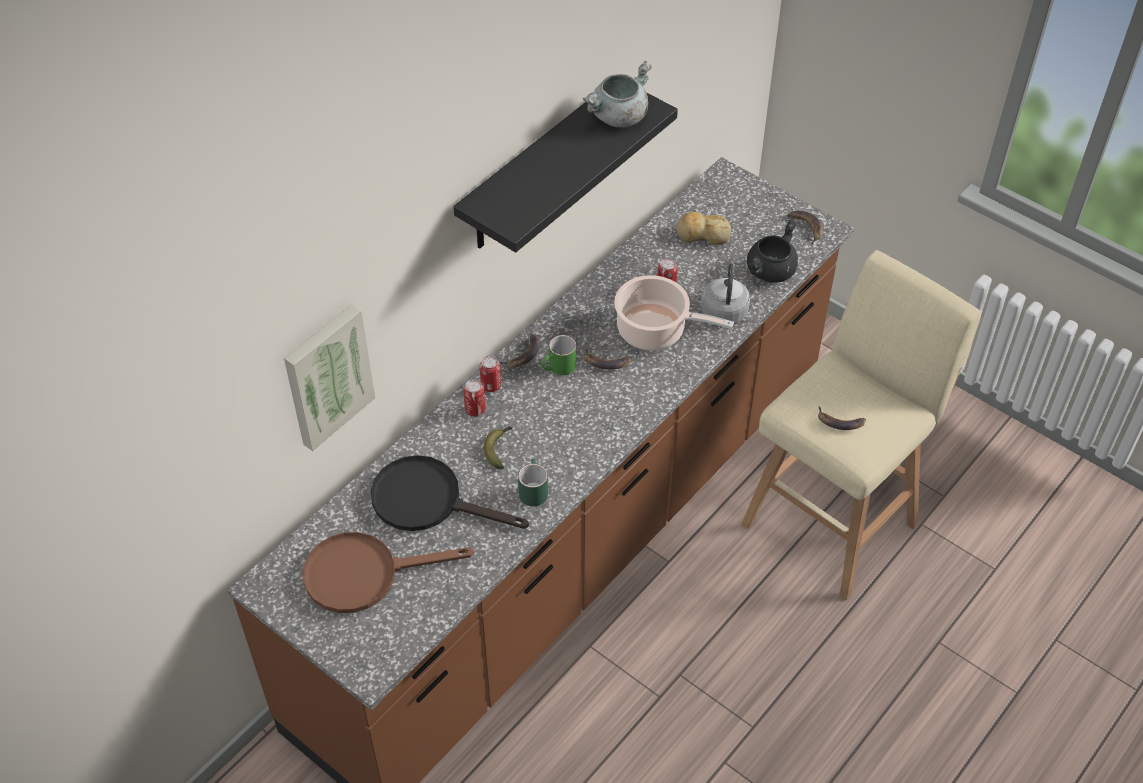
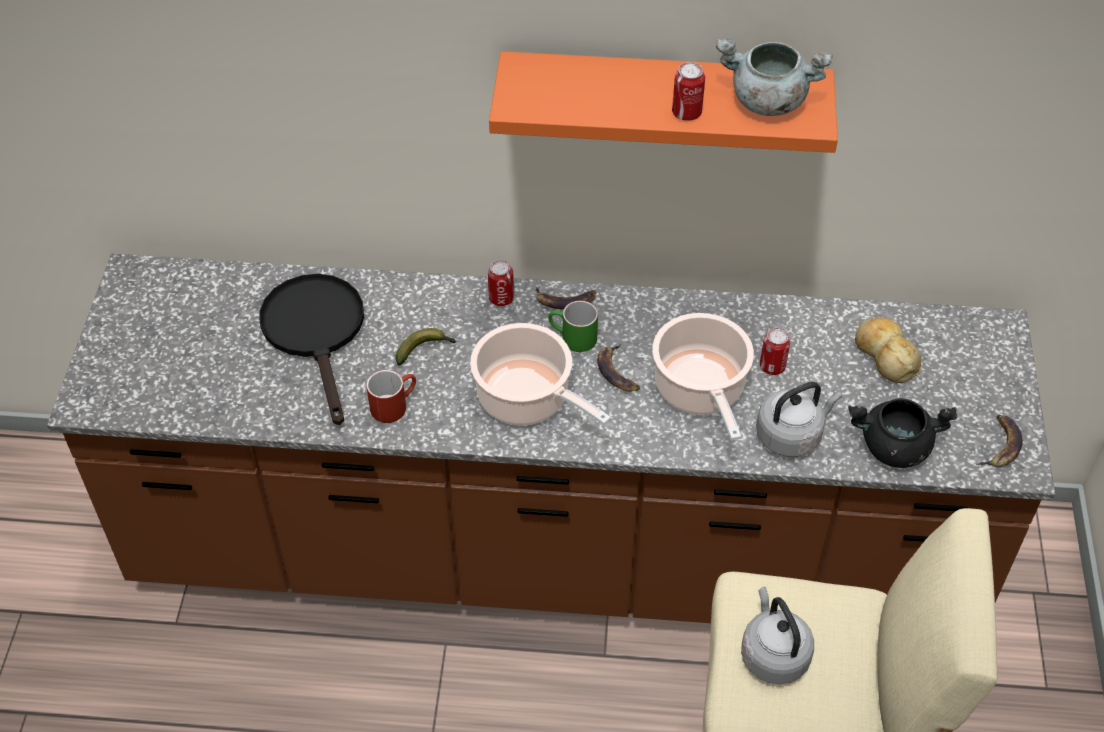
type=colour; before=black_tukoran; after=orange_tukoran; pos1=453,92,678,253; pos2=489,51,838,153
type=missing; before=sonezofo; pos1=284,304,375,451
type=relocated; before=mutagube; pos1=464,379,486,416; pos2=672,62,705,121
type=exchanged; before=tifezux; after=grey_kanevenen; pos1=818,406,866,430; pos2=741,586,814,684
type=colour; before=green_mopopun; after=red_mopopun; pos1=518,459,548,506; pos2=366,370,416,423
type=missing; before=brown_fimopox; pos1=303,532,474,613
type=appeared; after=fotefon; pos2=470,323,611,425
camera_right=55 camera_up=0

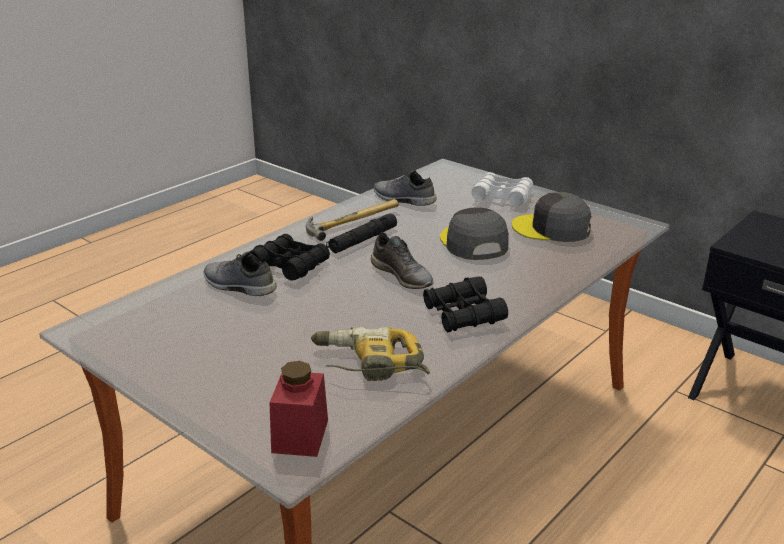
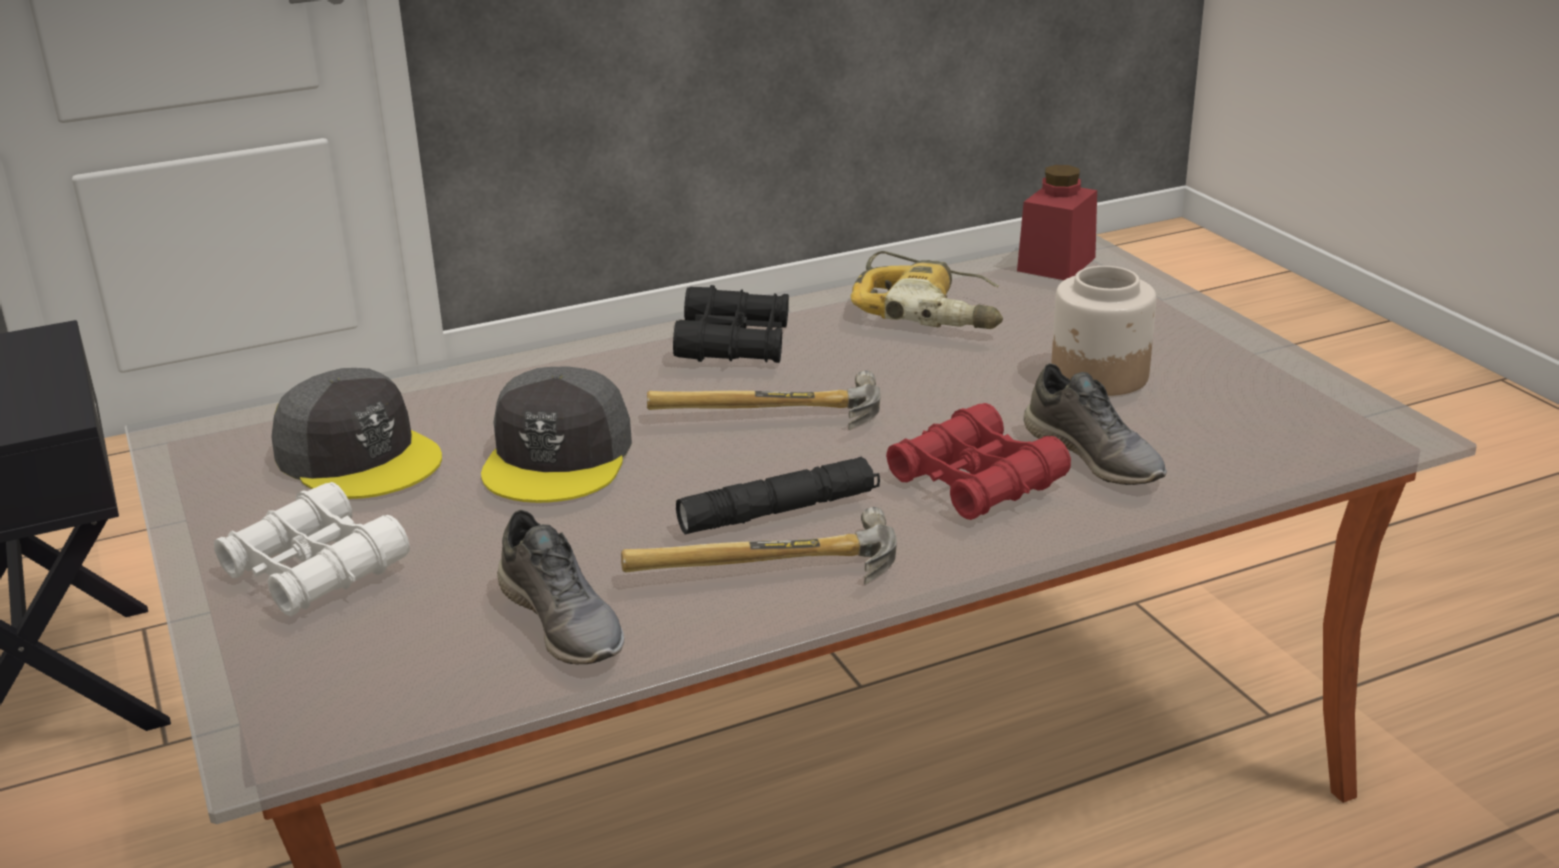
type=exchanged; before=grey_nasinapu; after=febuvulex; pos1=371,232,434,289; pos2=647,370,881,430
type=colour; before=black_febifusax; after=red_febifusax; pos1=250,234,330,281; pos2=886,403,1071,520
type=appeared; after=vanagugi; pos2=1051,266,1156,396
camera_right=-155 camera_up=0

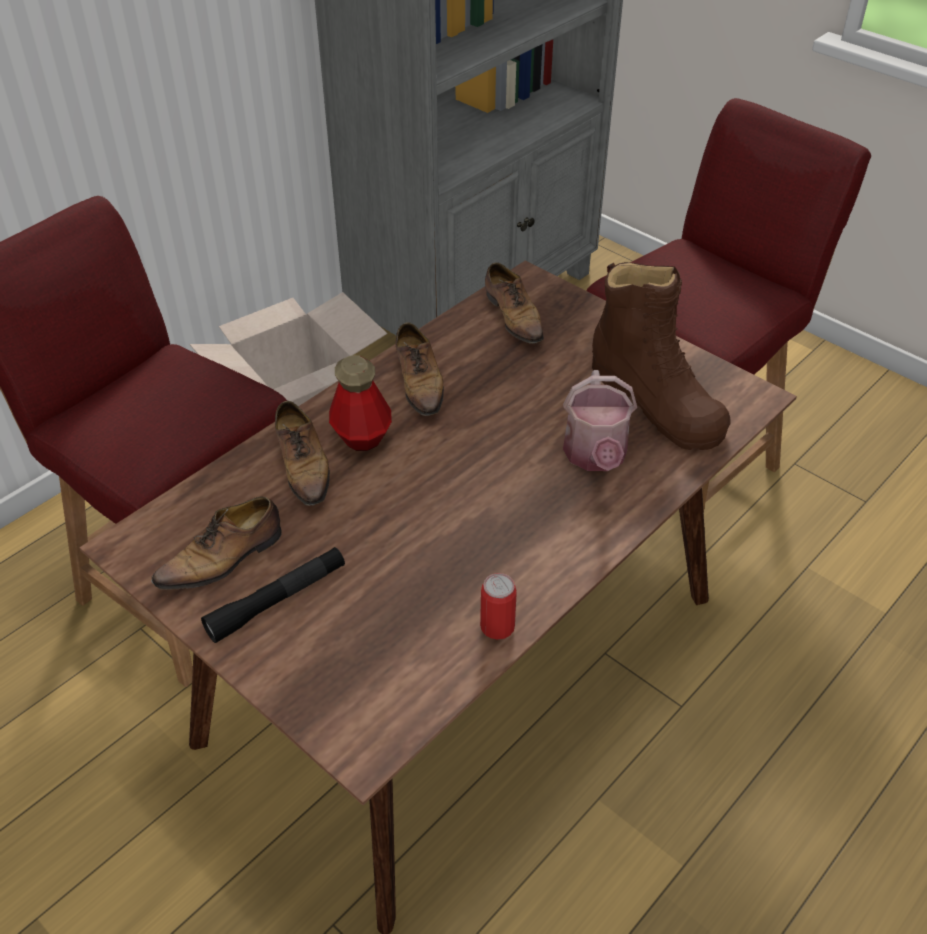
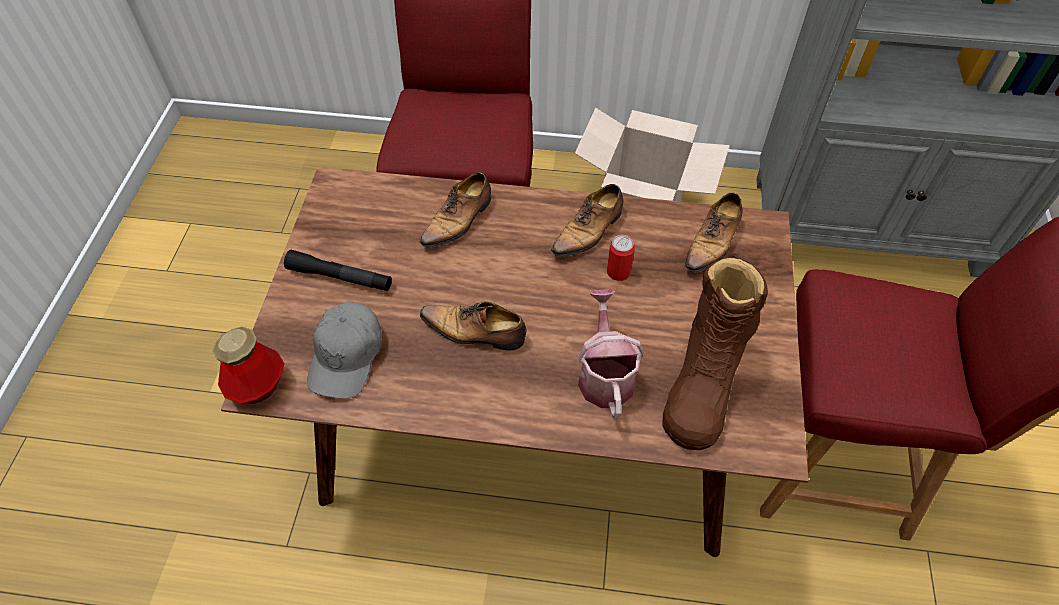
type=relocated; before=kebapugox; pos1=329,355,392,451; pos2=213,327,284,404
type=spun; before=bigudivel; pos1=563,370,637,471; pos2=577,290,645,418; turn=120
type=relocated; before=nasinapu; pos1=151,496,282,596; pos2=420,301,526,351
type=relocated; before=mutagube; pos1=480,573,517,640; pos2=607,235,635,281
type=appeared; after=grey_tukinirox; pos2=307,302,382,399
camera_right=55 camera_up=10

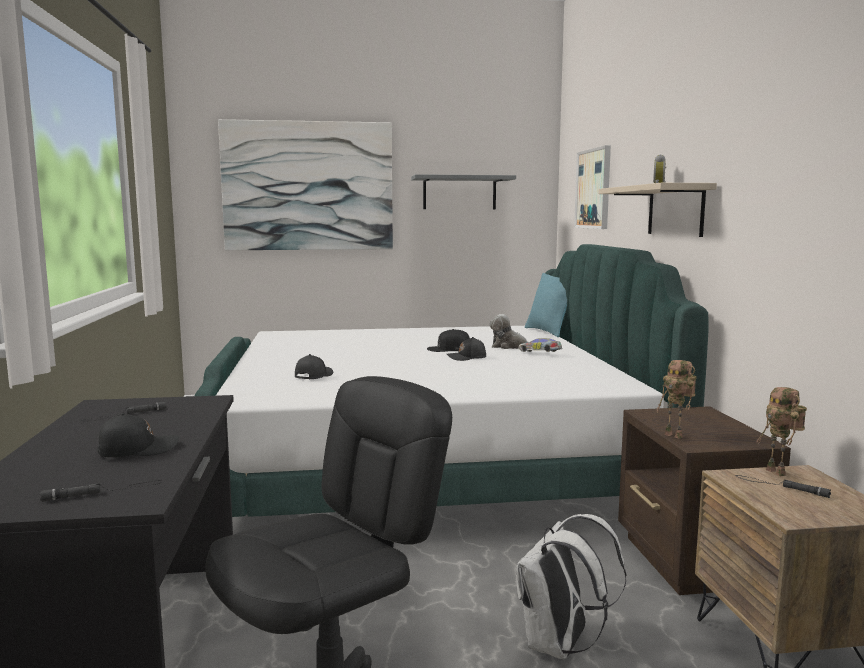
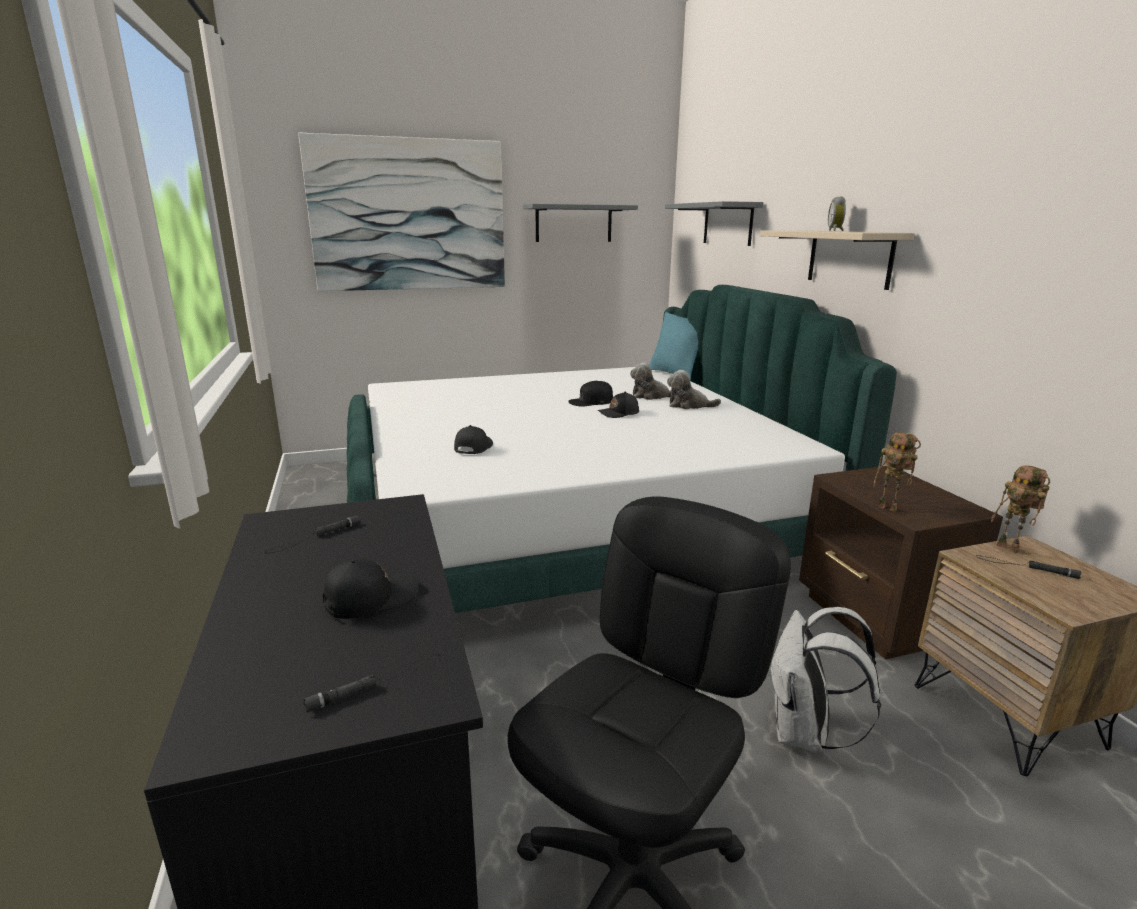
type=exchanged; before=sonezofo; after=grey_tukoran; pos1=574,145,611,229; pos2=665,201,763,246
type=exchanged; before=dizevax; after=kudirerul; pos1=518,338,562,352; pos2=667,370,721,409
camera_right=-10 camera_up=10

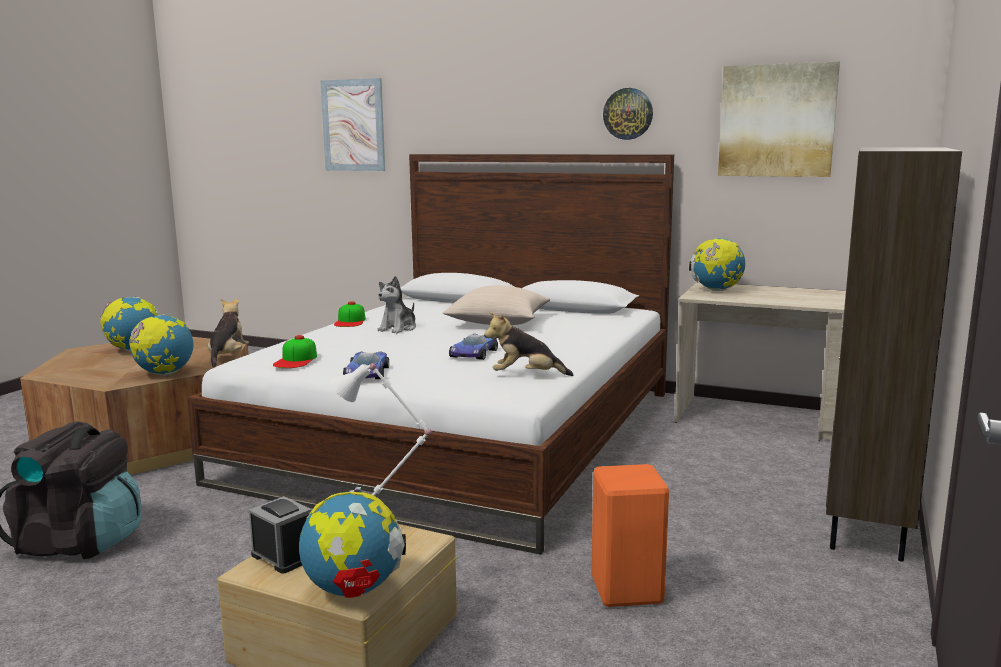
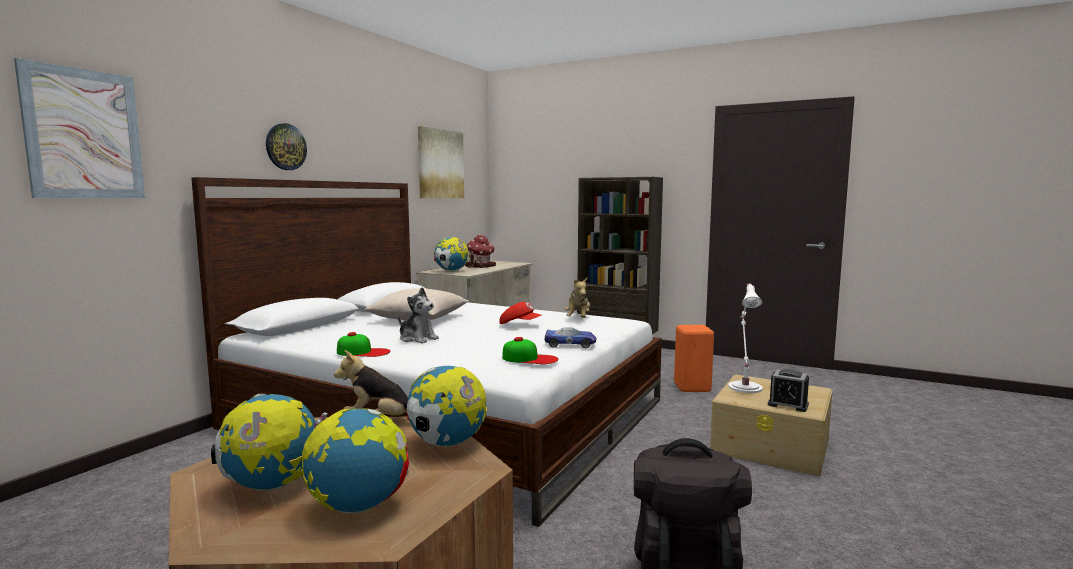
type=relocated; before=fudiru; pos1=603,88,653,140; pos2=266,123,307,170
type=exchanged; before=dizevax; after=red_tukinirox; pos1=449,334,498,360; pos2=500,302,541,324
type=relocated; before=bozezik; pos1=299,487,406,598; pos2=302,408,409,514
type=spun; before=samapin; pos1=249,496,312,574; pos2=768,369,809,412; turn=-105
type=appeared; after=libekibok; pos2=465,235,496,268
camera_right=-85 camera_up=-5

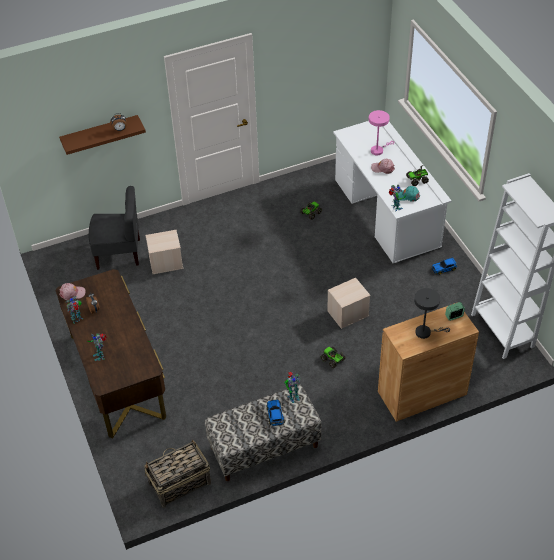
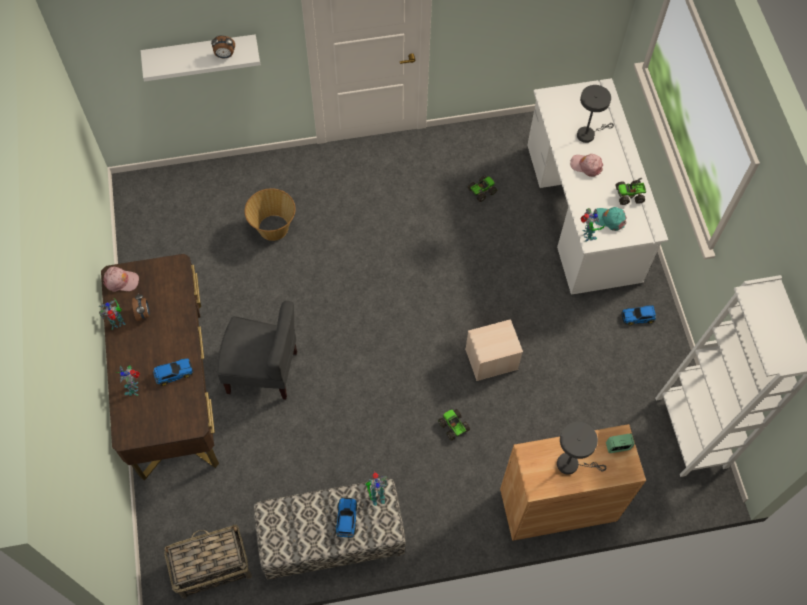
type=colour; before=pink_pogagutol; after=grey_pogagutol; pos1=369,110,394,155; pos2=577,85,614,143
type=colour; before=brown_tukoran; after=white_tukoran; pos1=59,115,146,155; pos2=140,34,260,82
type=relocated; before=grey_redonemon; pos1=89,186,140,270; pos2=217,301,297,399
type=exchanged; before=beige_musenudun; after=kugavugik; pos1=146,230,183,274; pos2=244,188,296,241
type=appeared; after=dizevax; pos2=153,358,193,386
camera_right=10 camera_up=15

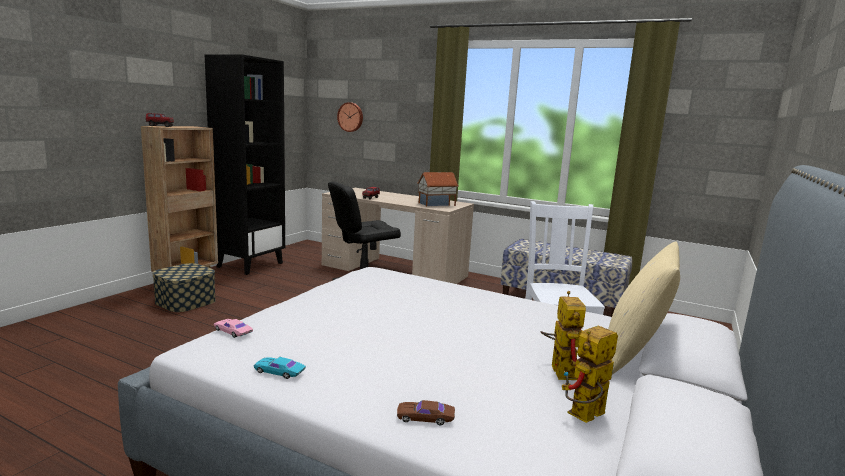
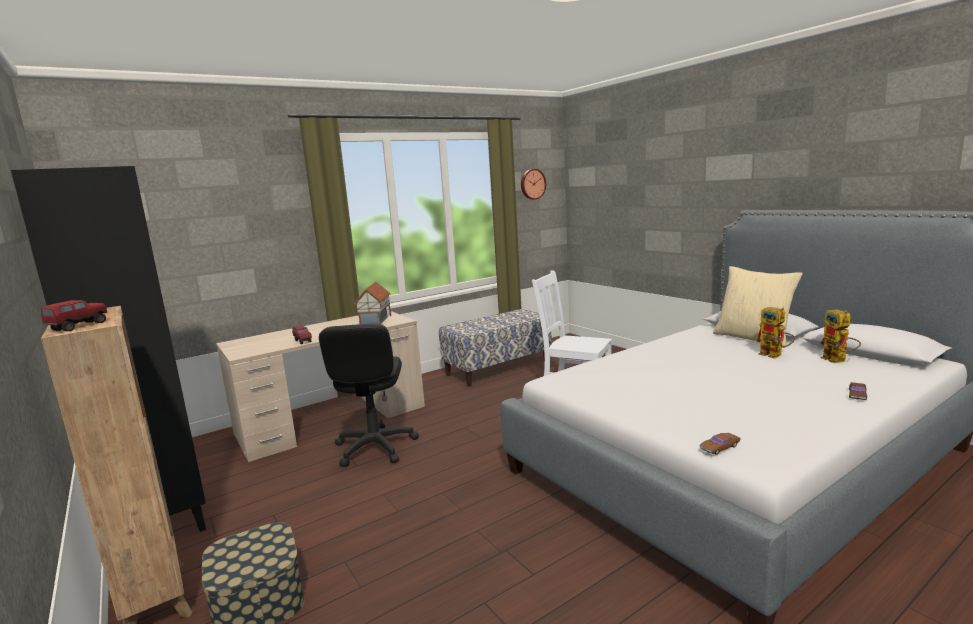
type=relocated; before=fudiru; pos1=337,102,363,132; pos2=521,169,546,200
type=spun; before=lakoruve; pos1=540,291,586,380; pos2=755,307,795,358; turn=-150
type=colour; before=pink_dizevax; after=brown_dizevax; pos1=214,319,253,338; pos2=700,433,740,455
type=missing; before=turquoise_dizevax; pos1=254,357,306,379
camera_right=-60 camera_up=0

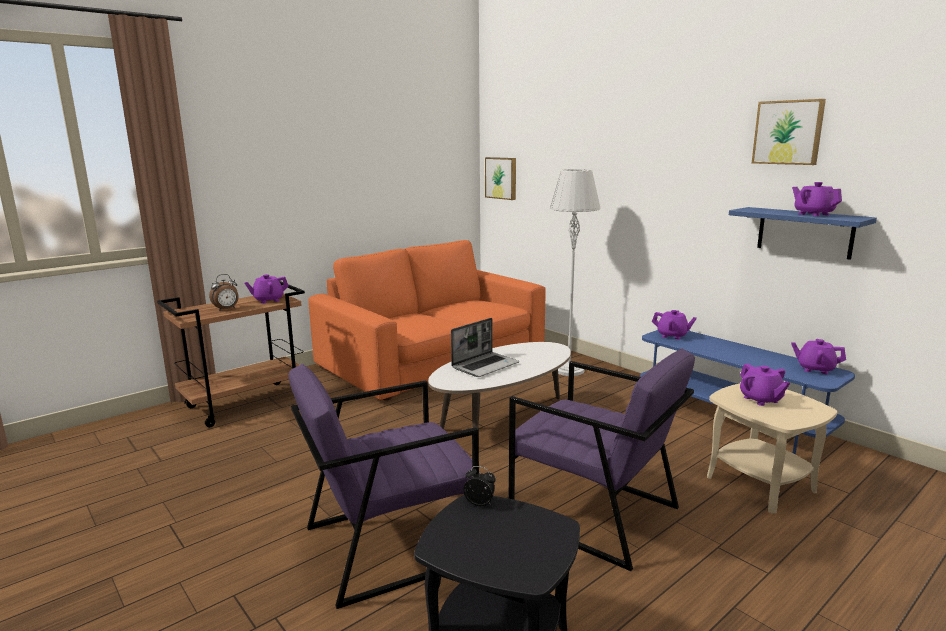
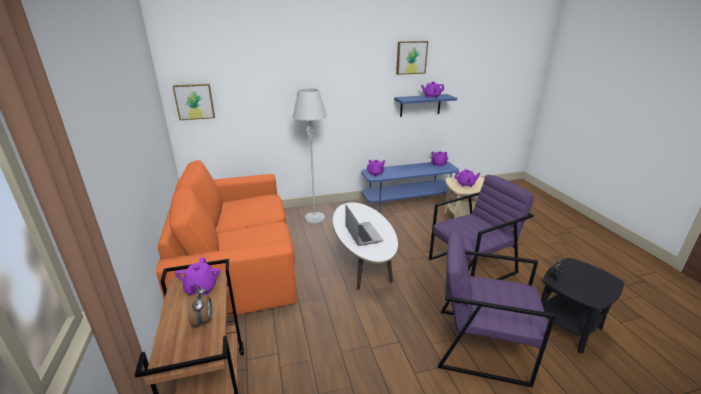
type=spun; before=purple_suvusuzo; pos1=289,364,479,609; pos2=438,229,555,387; turn=105
camera_right=-65 camera_up=10

